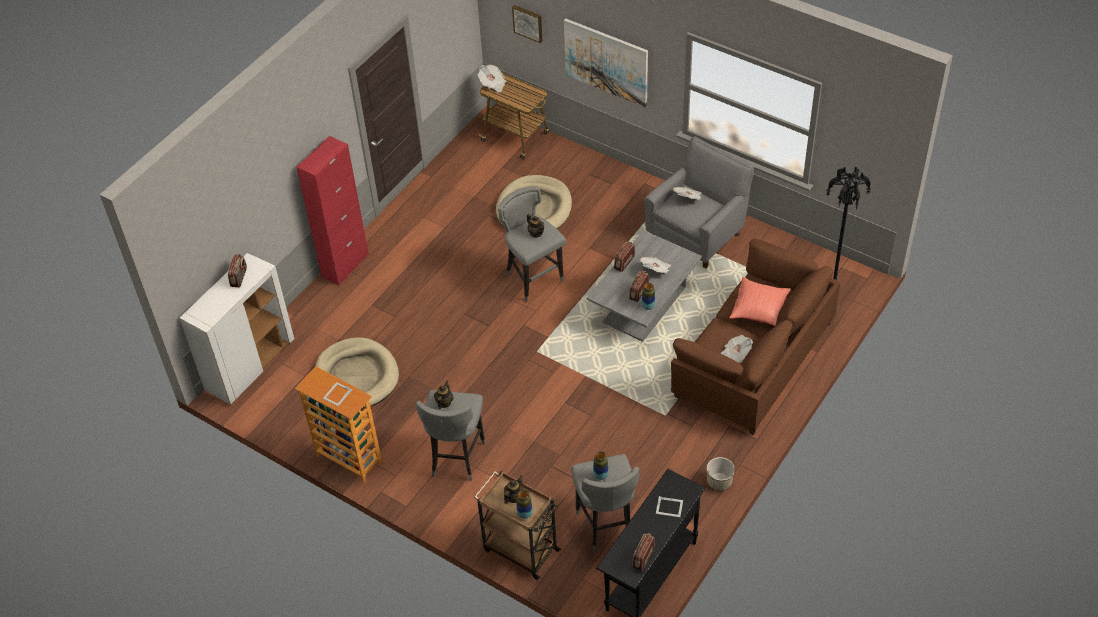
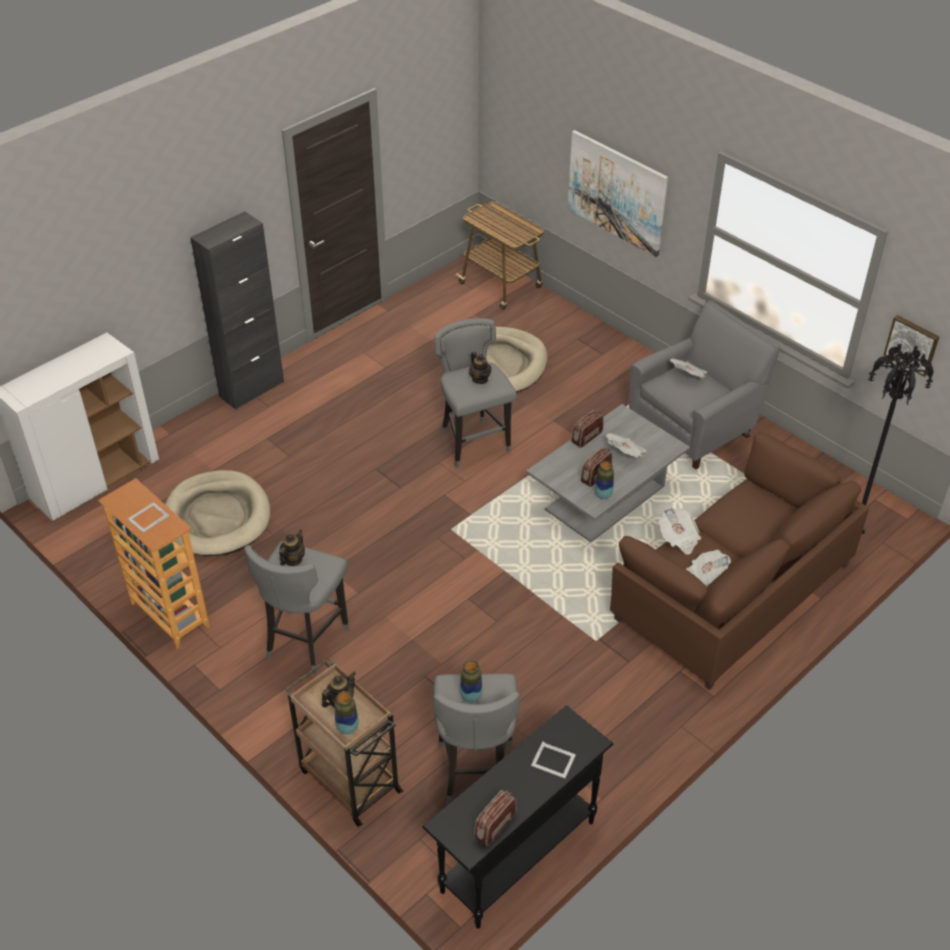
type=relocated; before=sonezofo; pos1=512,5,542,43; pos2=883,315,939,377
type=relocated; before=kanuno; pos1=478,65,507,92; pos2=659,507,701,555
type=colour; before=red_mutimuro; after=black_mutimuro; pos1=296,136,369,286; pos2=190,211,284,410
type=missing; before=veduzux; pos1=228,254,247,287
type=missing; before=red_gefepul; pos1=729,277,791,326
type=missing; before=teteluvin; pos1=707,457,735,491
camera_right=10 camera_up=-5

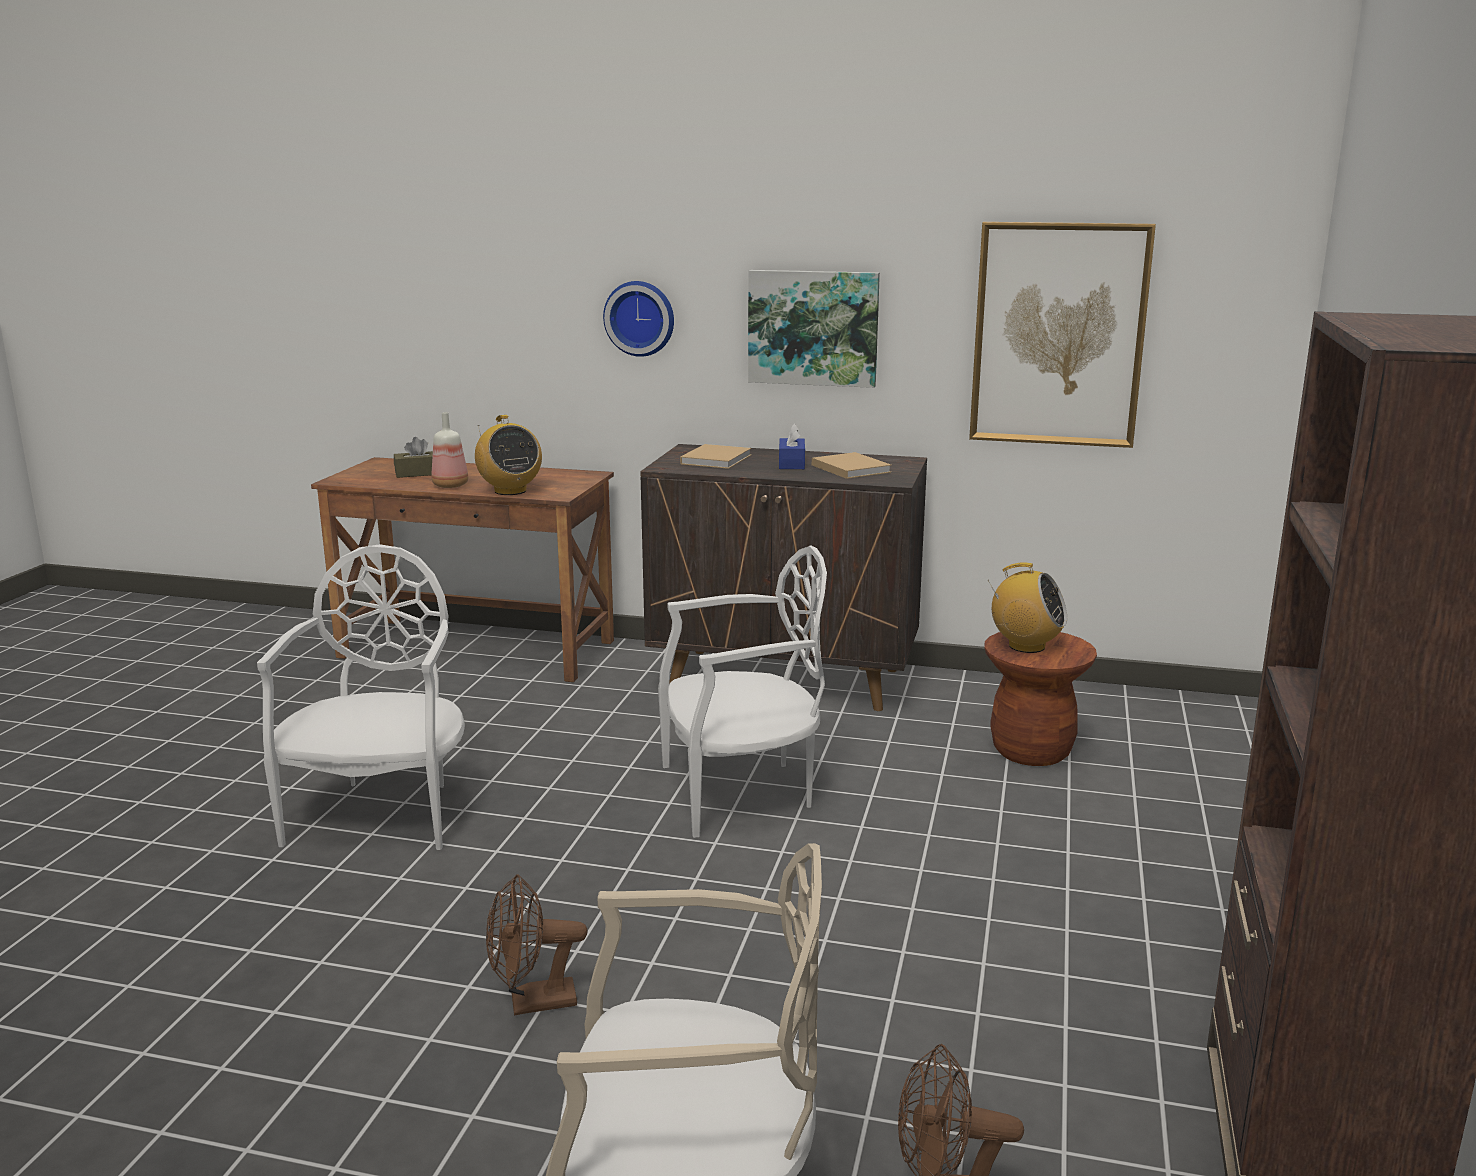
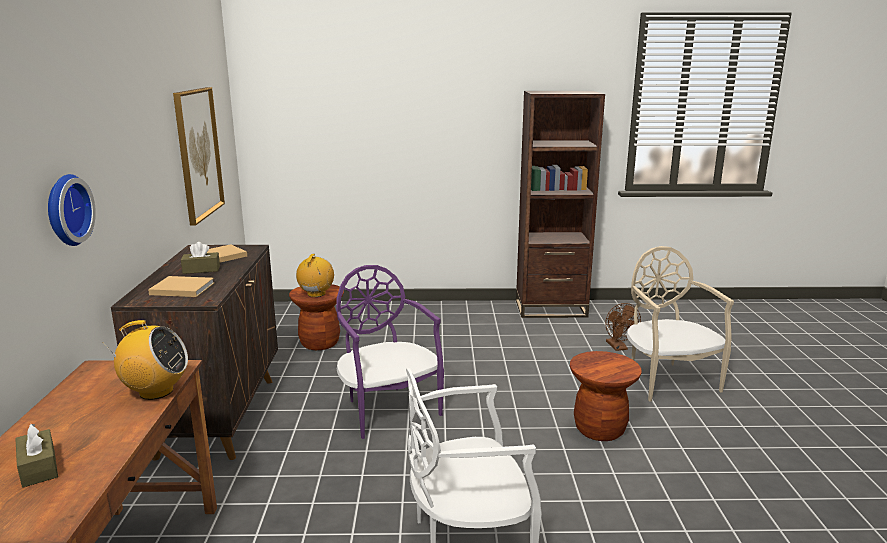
type=missing; before=sonezofo; pos1=748,270,880,388
type=missing; before=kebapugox; pos1=432,412,468,488
type=spun; before=veduzux; pos1=475,415,542,495; pos2=102,320,188,400; turn=45
type=colour; before=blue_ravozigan; after=brown_ravozigan; pos1=779,423,805,469; pos2=181,242,220,274
type=colour; before=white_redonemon; after=purple_redonemon; pos1=658,545,827,838; pos2=336,265,444,439
type=exchanged; before=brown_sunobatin; after=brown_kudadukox; pos1=486,874,588,1016; pos2=570,351,642,441
camera_right=-105 camera_up=0

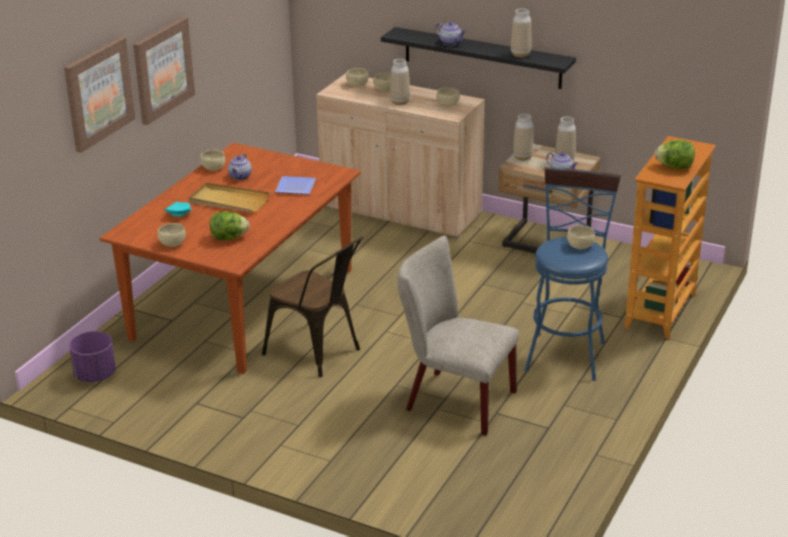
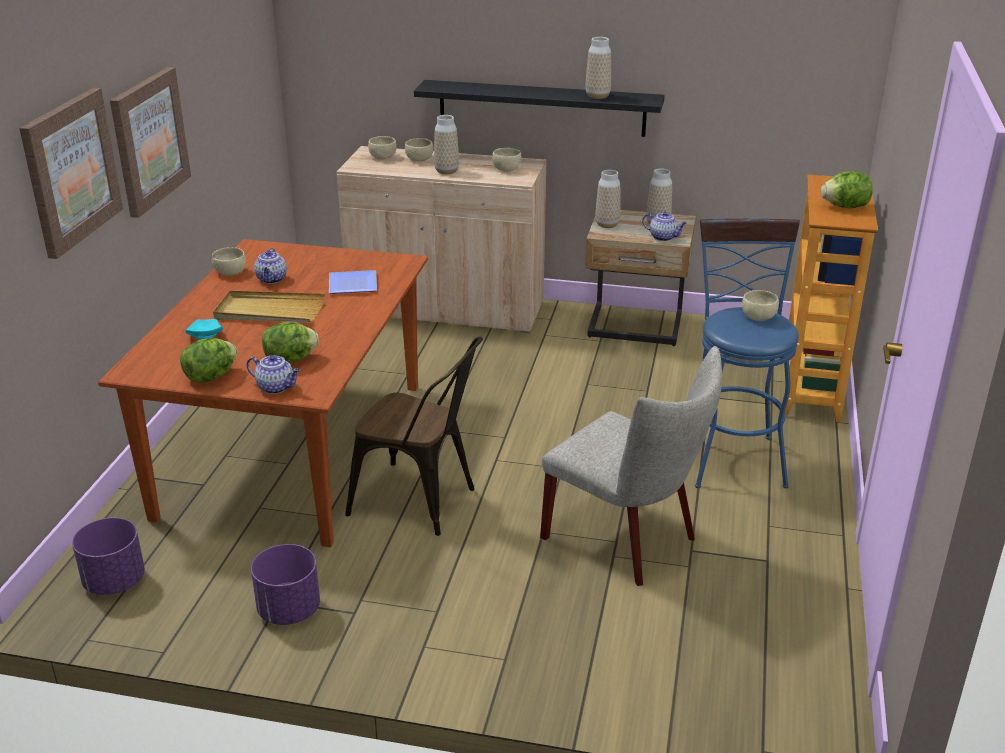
type=relocated; before=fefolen; pos1=435,22,466,45; pos2=247,355,300,394
type=exchanged; before=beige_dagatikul; after=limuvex; pos1=158,223,186,247; pos2=180,338,237,383
type=spun; before=beige_redonemon; pos1=397,236,519,435; pos2=540,346,722,586; turn=-150
type=appeared; after=purple_teteluvin; pos2=251,544,320,625
camera_right=-15 camera_up=0

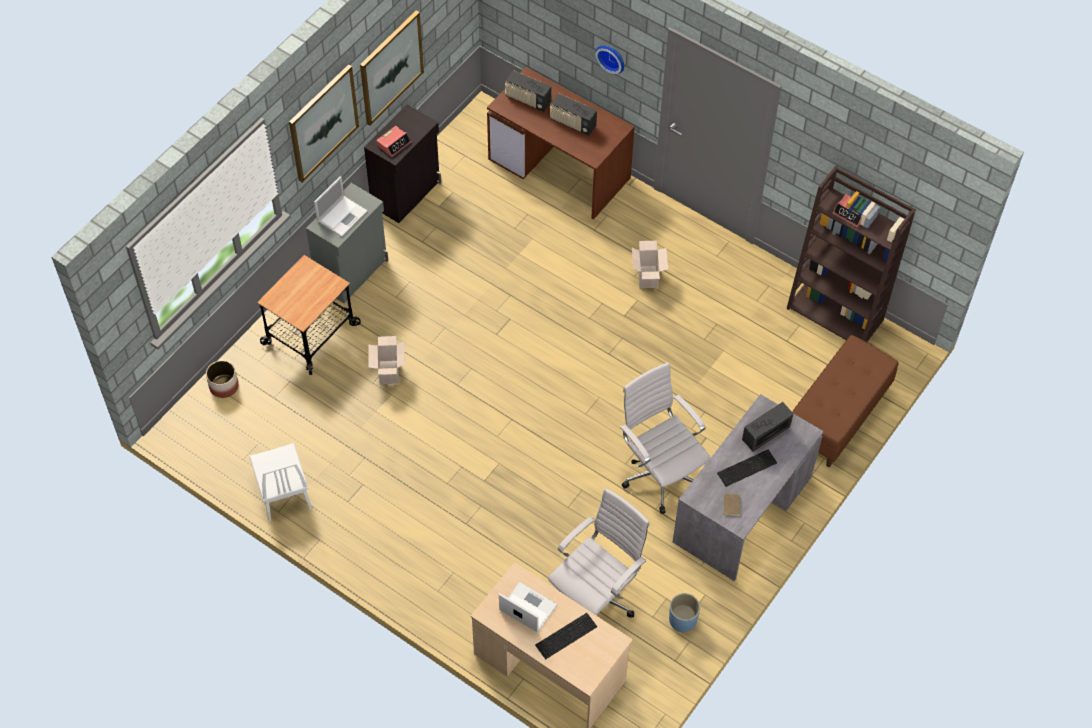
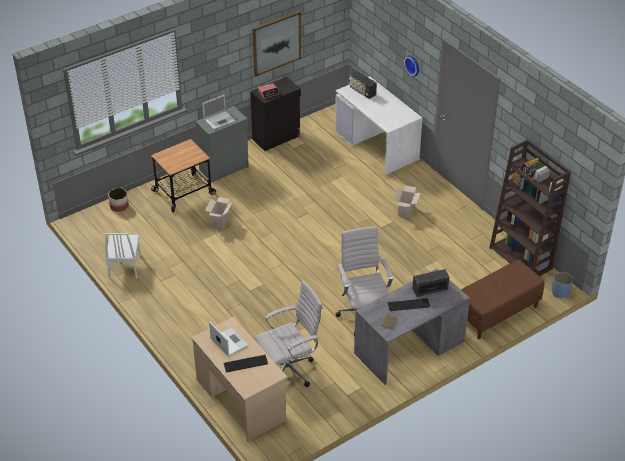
type=missing; before=sonezofo; pos1=289,64,359,182
type=colour; before=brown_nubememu; after=white_nubememu; pos1=487,67,635,219; pos2=335,76,423,175
type=missing; before=veduzux; pos1=550,93,597,136
type=relocated; before=blue_teteluvin; pos1=669,593,700,632; pos2=552,272,573,298
camera_right=20 camera_up=-15

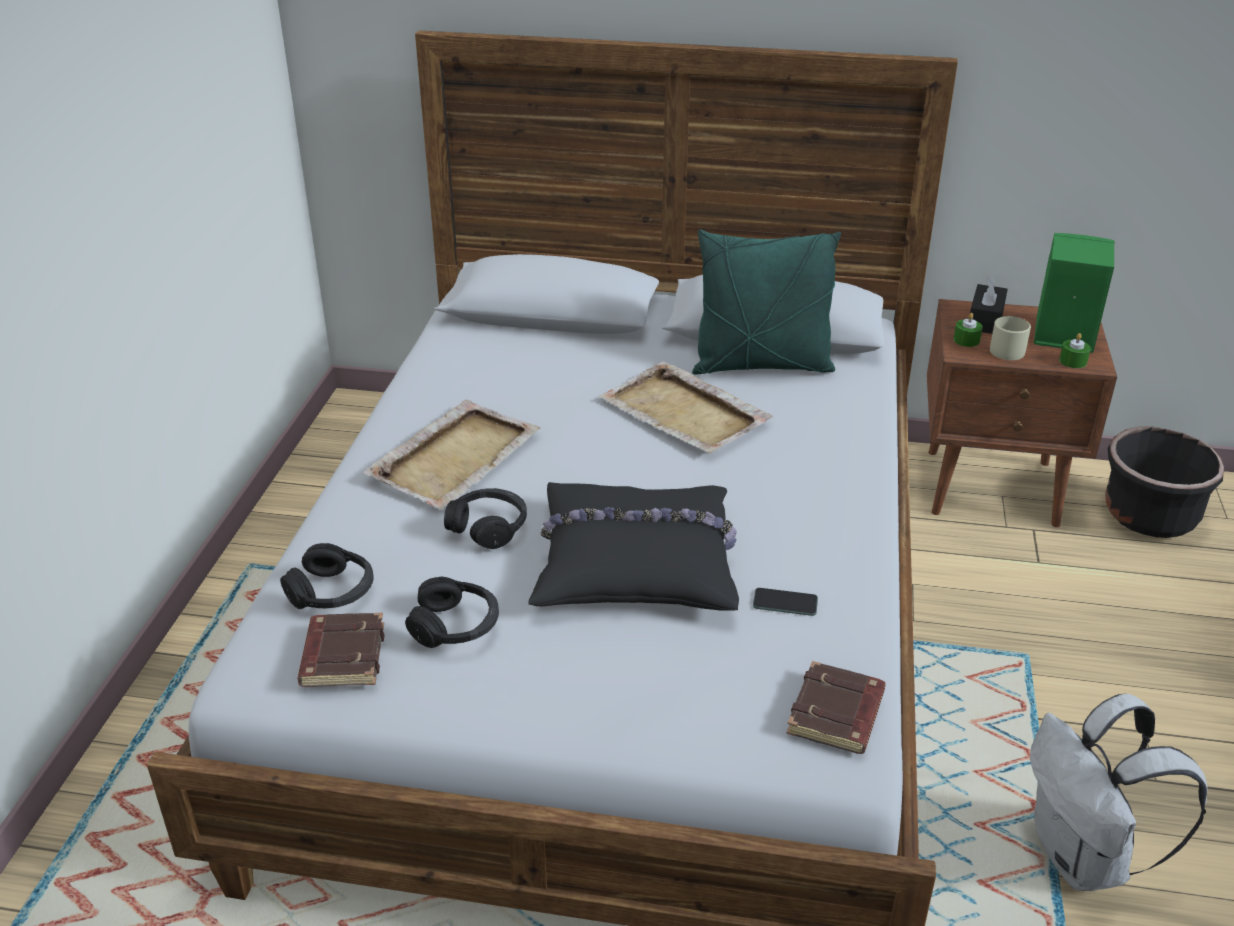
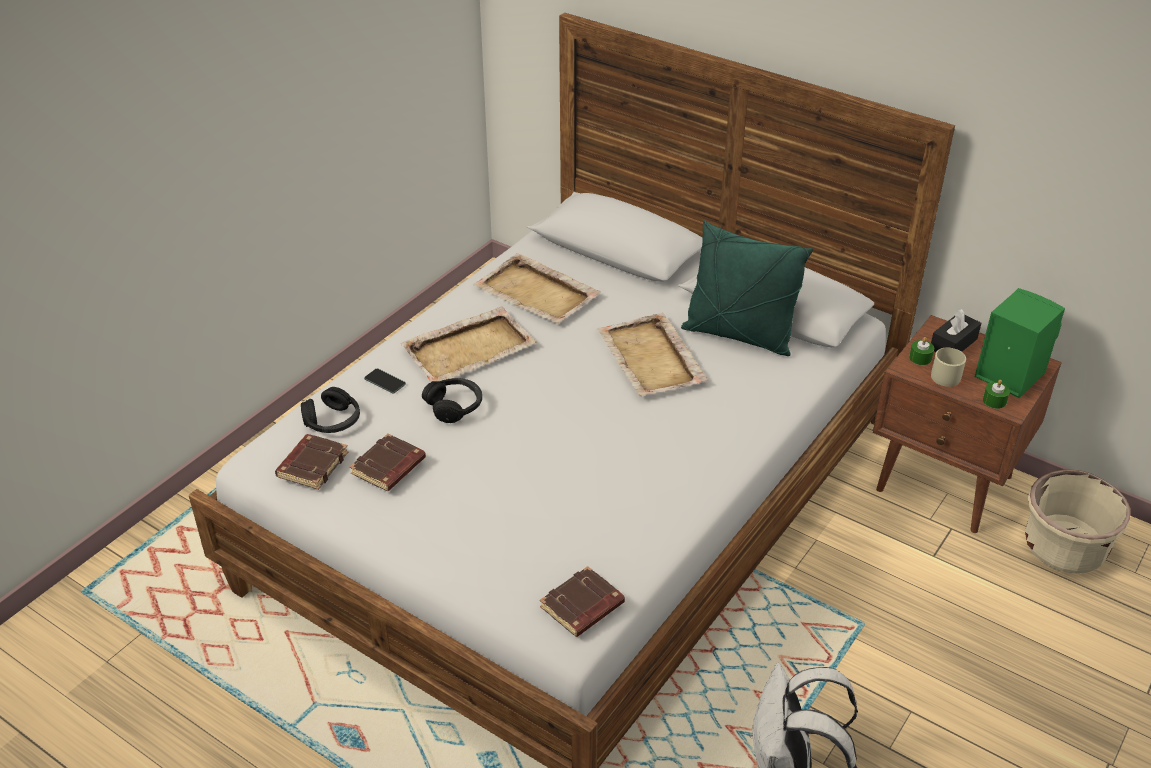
type=colour; before=black_teteluvin; after=beige_teteluvin; pos1=1105,426,1224,538; pos2=1025,469,1131,574
type=missing; before=black_gefepul; pos1=528,482,739,611
type=exchanged; before=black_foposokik; after=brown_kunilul; pos1=405,577,499,648; pos2=350,434,426,491
type=relocated; before=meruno; pos1=753,588,818,616; pos2=364,369,406,393
type=appeared; after=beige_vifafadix; pos2=473,253,601,324
camera_right=25 camera_up=5

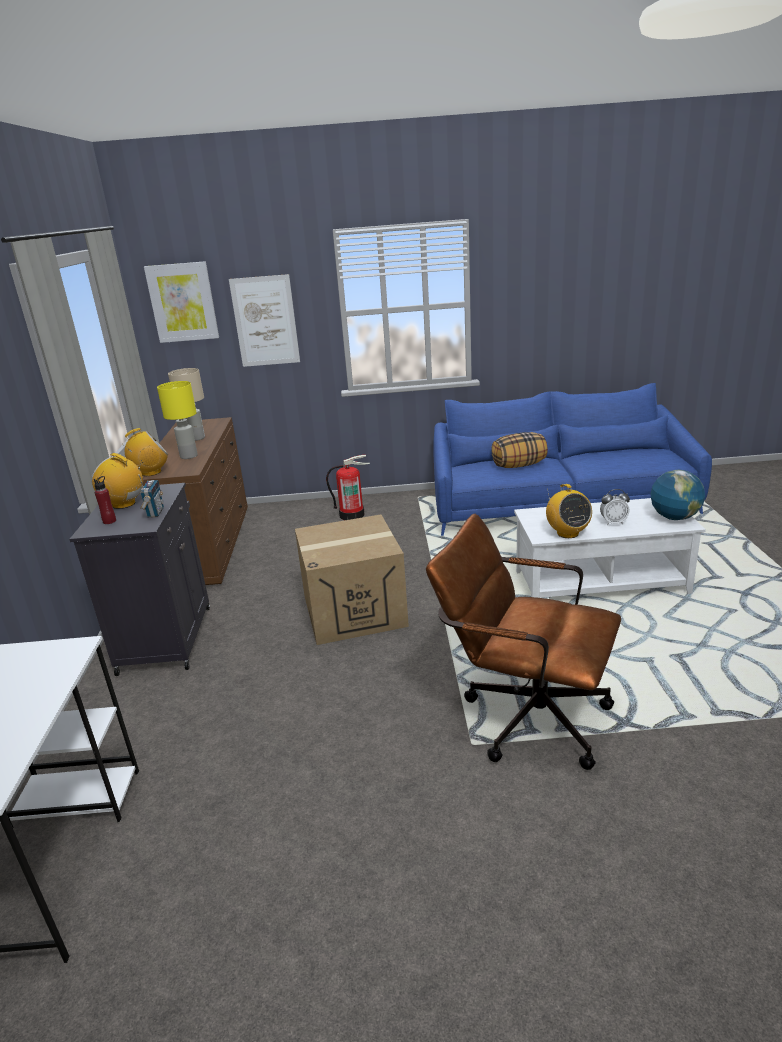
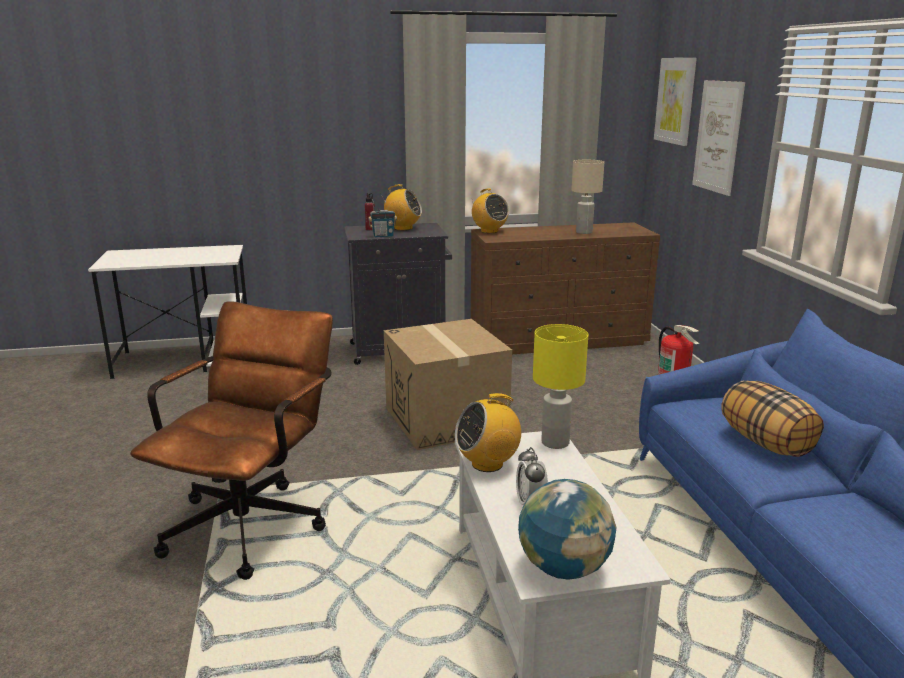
type=relocated; before=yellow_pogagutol; pos1=157,381,198,459; pos2=533,324,588,449
type=spun; before=veduzux; pos1=91,453,143,509; pos2=381,184,422,230; turn=90
camera_right=80 camera_up=-5

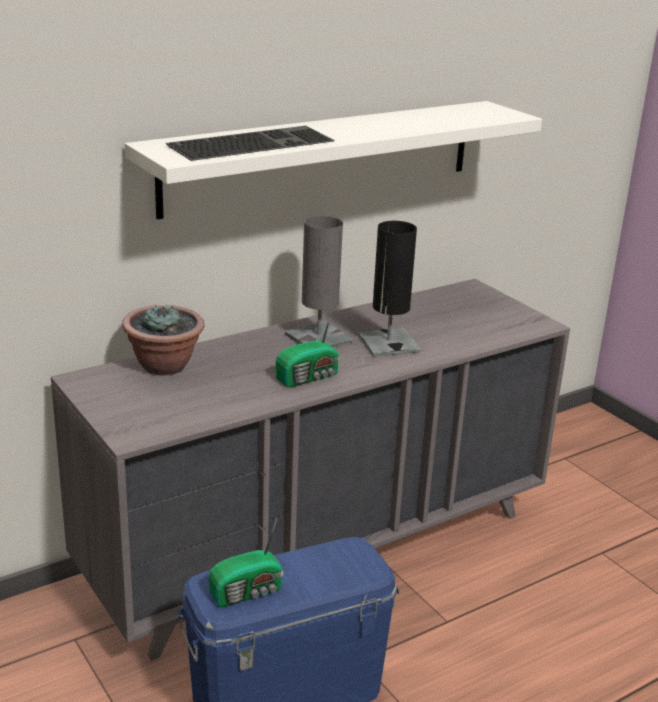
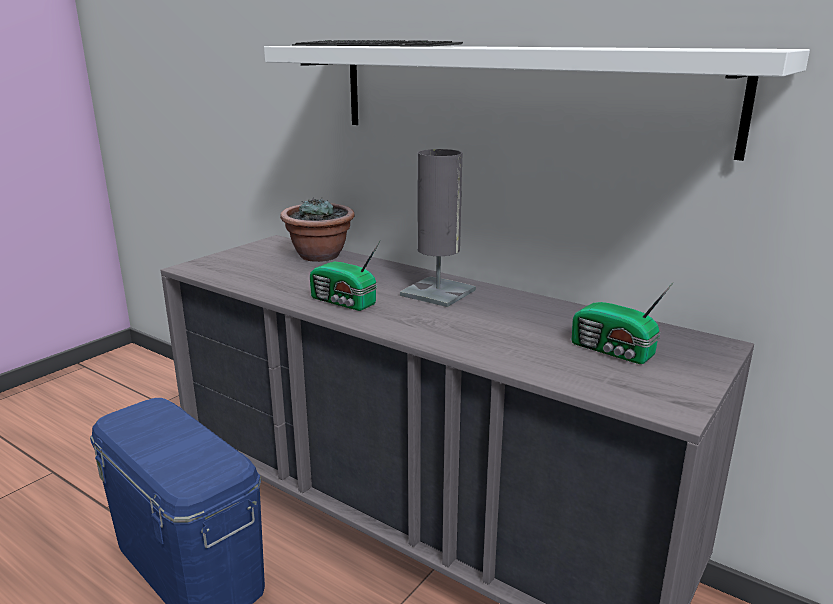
type=missing; before=black_pogagutol; pos1=358,221,420,357
type=relocated; before=veduzux; pos1=209,518,283,608; pos2=572,282,674,364
camera_right=70 camera_up=-5

